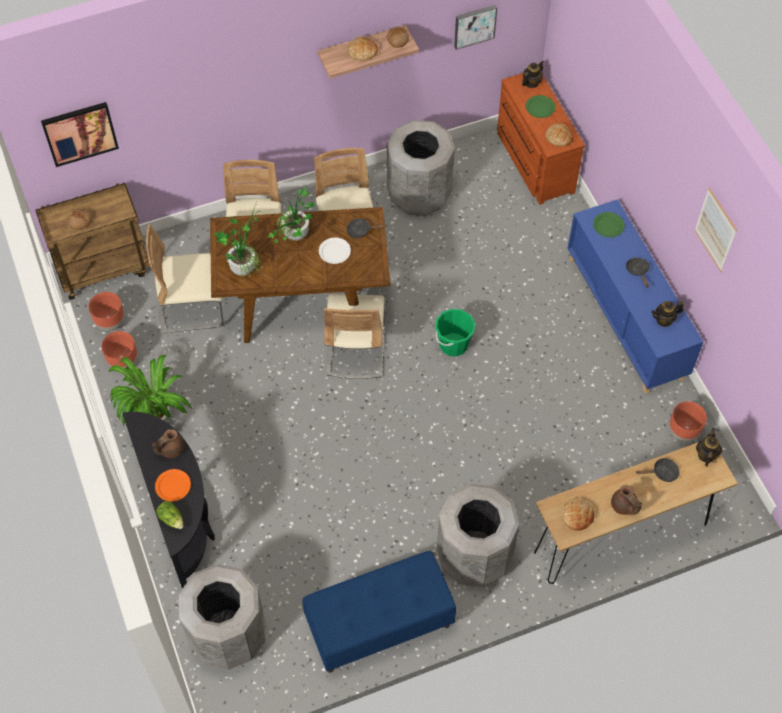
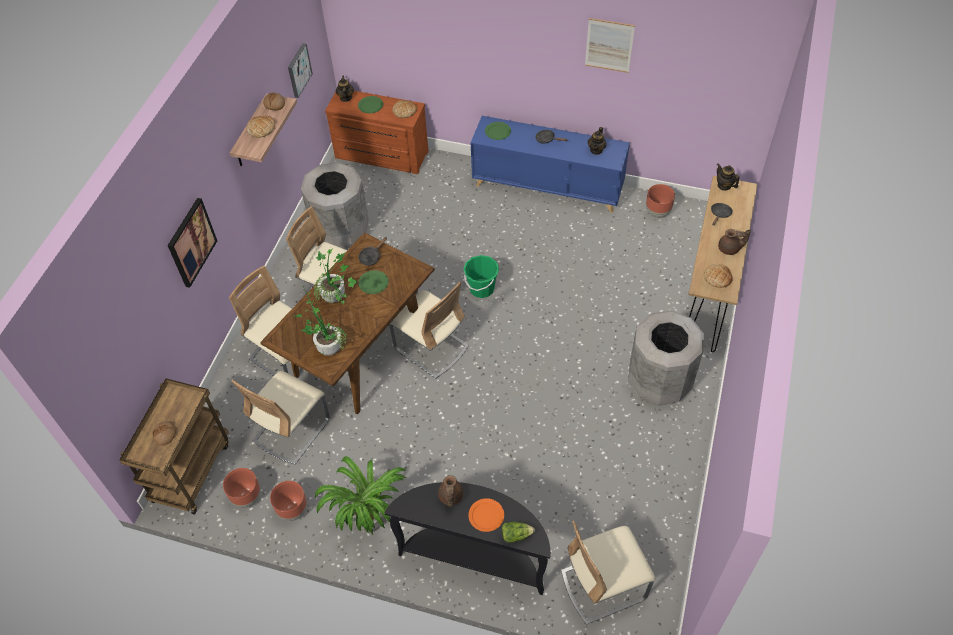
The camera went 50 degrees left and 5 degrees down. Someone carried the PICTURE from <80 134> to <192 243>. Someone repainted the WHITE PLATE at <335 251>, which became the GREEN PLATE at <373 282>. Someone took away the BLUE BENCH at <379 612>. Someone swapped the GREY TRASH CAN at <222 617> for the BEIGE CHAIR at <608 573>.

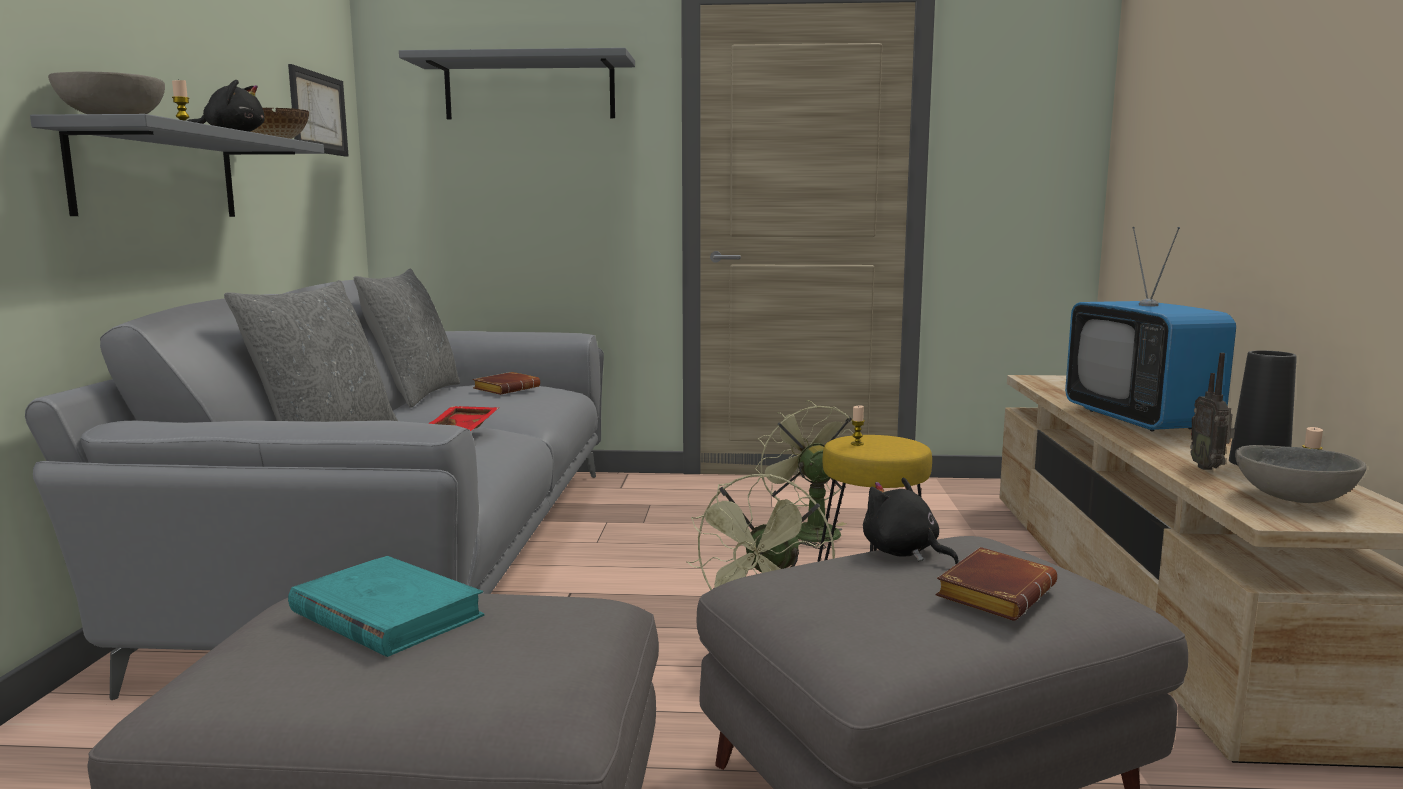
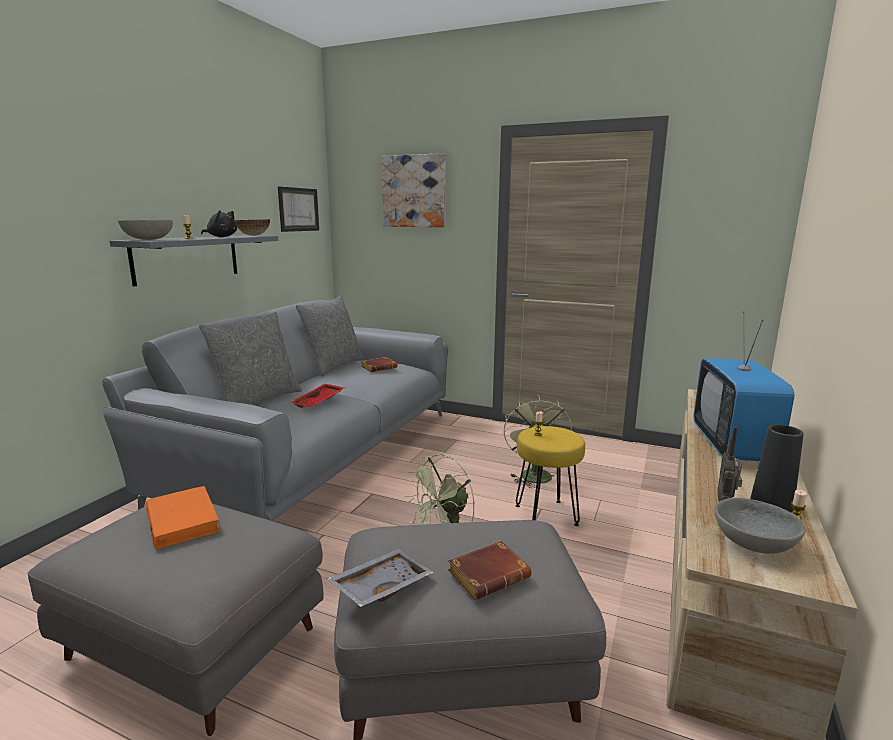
The camera went 20 degrees right and 5 degrees up. Someone swapped the GREY SHELF at <517 83> for the PICTURE at <413 190>. Someone took away the BLACK PLUSH TOY at <911 520>. Someone repainted the TURQUOISE BOOK at <386 606>, which became the ORANGE BOOK at <182 517>. Someone put down the GREY TRAY at <380 578>.

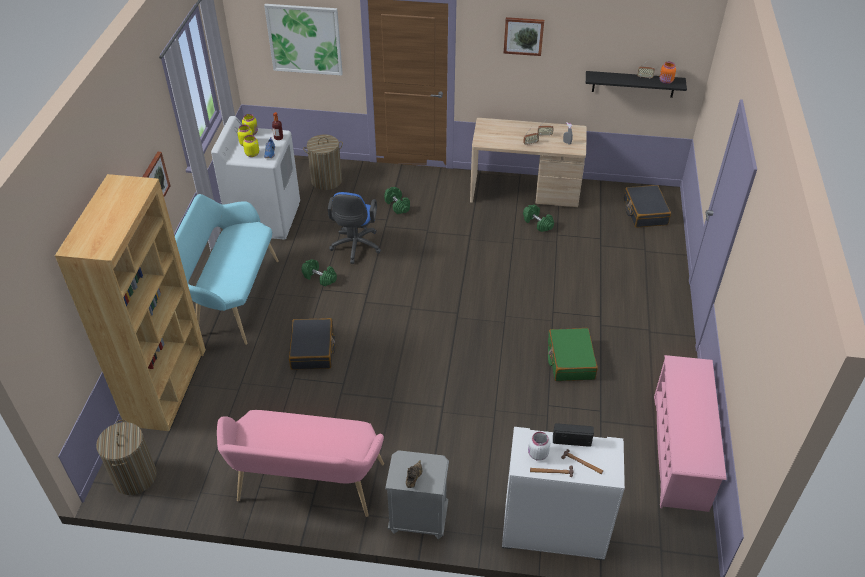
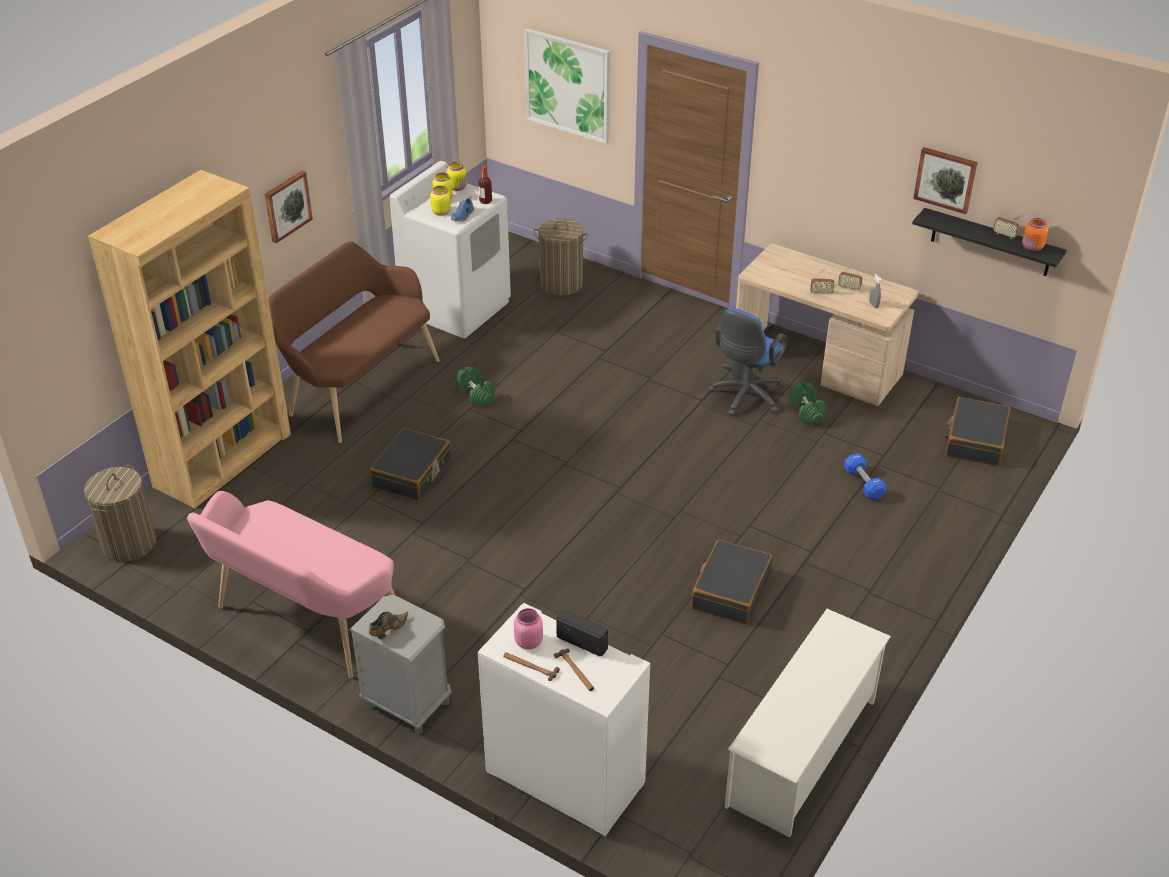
The camera went 25 degrees right and 5 degrees down. Someone carried the PICTURE from <523 36> to <945 180>. Someone took away the GREEN DUMBBELL at <397 200>. Someone carried the BLUE OFFICE CHAIR from <354 228> to <748 362>. Someone repainted the TURQUOISE BENCH at <227 269>, which became the BROWN BENCH at <354 342>. Someone repainted the GREEN SUITCASE at <573 354>, which became the BLACK SUITCASE at <732 582>. Someone repainted the PINK SHOE RACK at <690 433>, which became the WHITE SHOE RACK at <808 723>. Someone repainted the WHITE JAR at <539 446>, which became the PINK JAR at <528 628>. Someone put down the BLUE DUMBBELL at <865 476>.

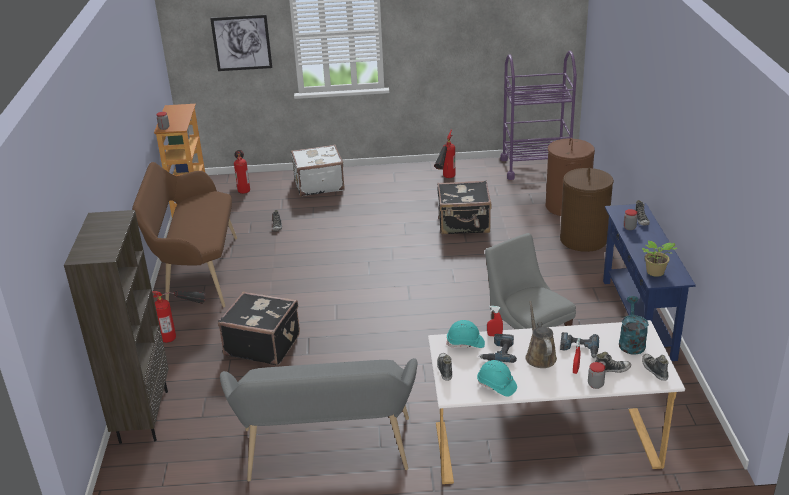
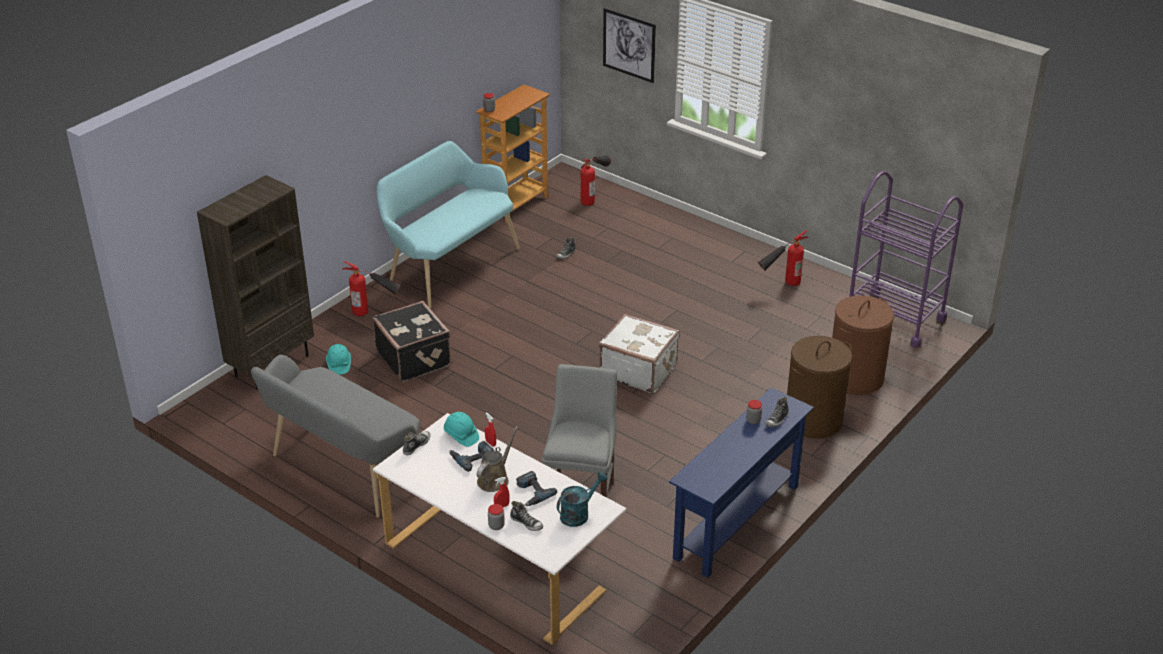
The camera went 40 degrees right and 5 degrees up. Someone carried the WHITE SUITCASE from <318 170> to <639 354>. Someone repainted the BROWN BENCH at <184 234>, which became the TURQUOISE BENCH at <448 225>. Someone took away the BLACK SUITCASE at <464 208>. Someone took away the POTTED PLANT at <660 259>. Someone took away the SHOE at <655 367>. Someone carried the TURQUOISE HARD HAT from <497 378> to <338 359>.

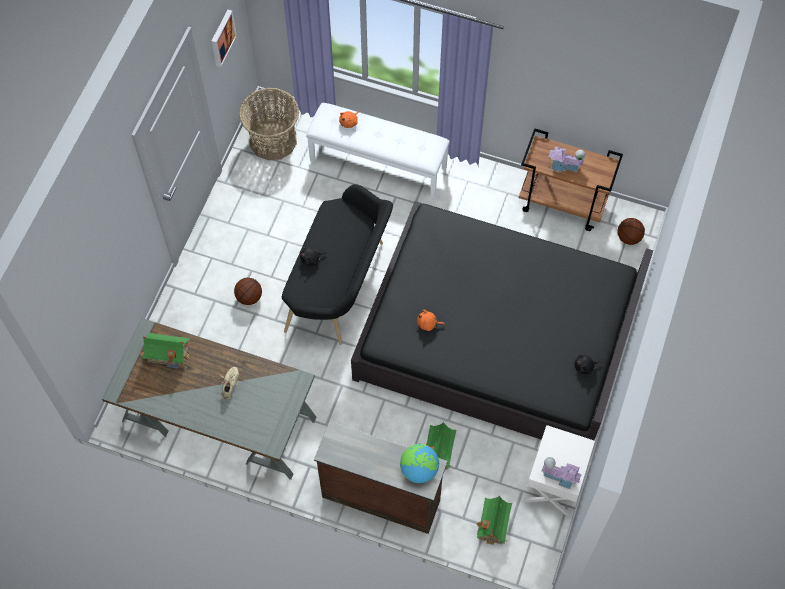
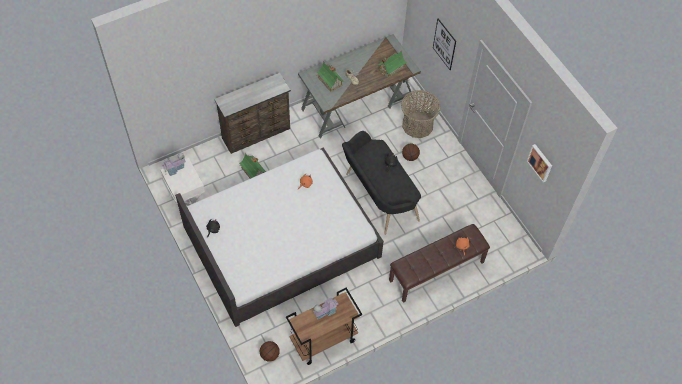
The camera went 130 degrees right and 5 degrees down. Someone carried the BASKET from <269 124> to <421 114>. Someone repainted the WHITE BENCH at <378 150>, which became the BROWN BENCH at <439 263>. Someone repainted the BLACK BED at <502 320>, which became the WHITE BED at <279 237>. Someone took away the GLOBE at <419 463>. Someone carried the TOY HOUSE from <494 520> to <330 76>. Someone put up the PICTURE at <444 44>.

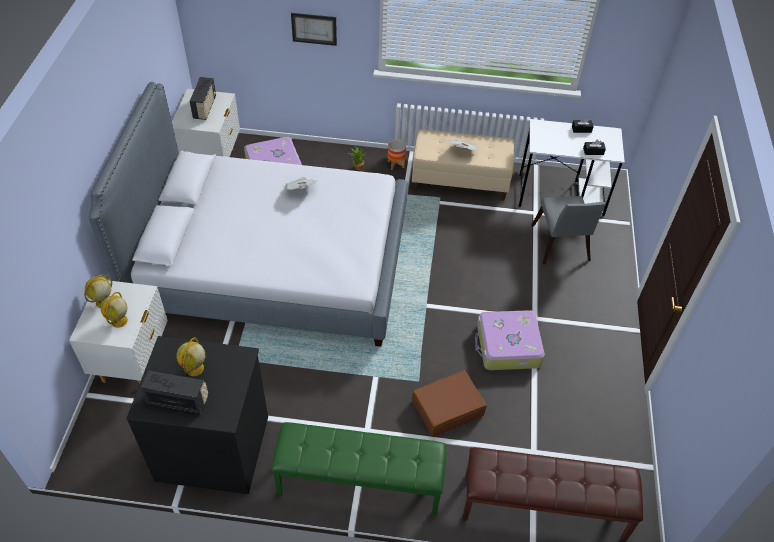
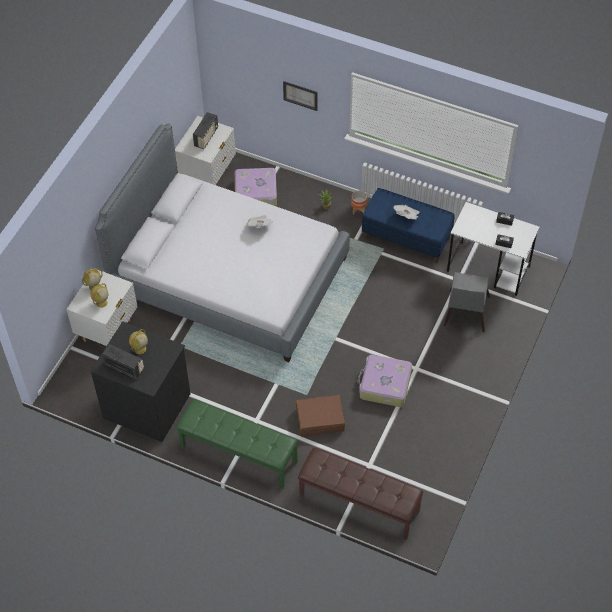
The camera went 20 degrees right and 5 degrees up. Someone repainted the BEIGE BENCH at <463 165>, which became the BLUE BENCH at <408 225>.

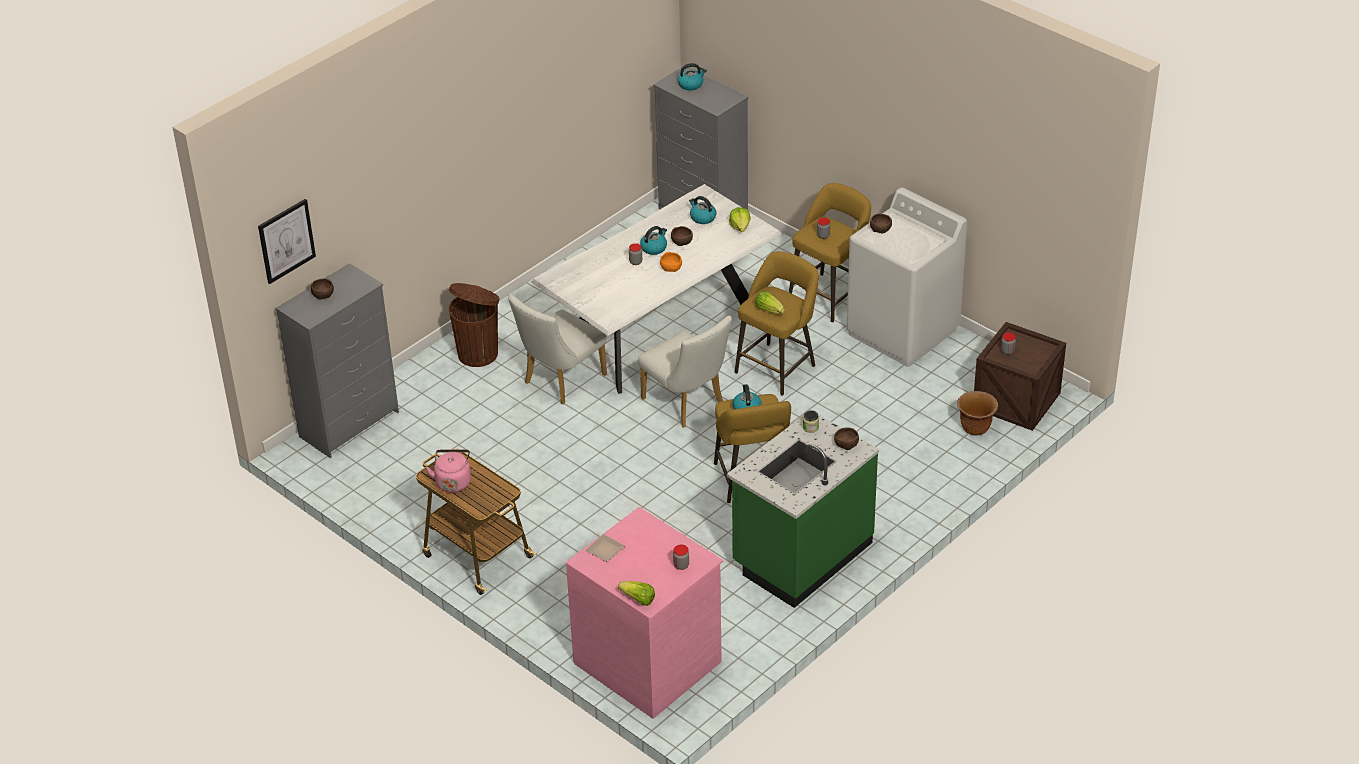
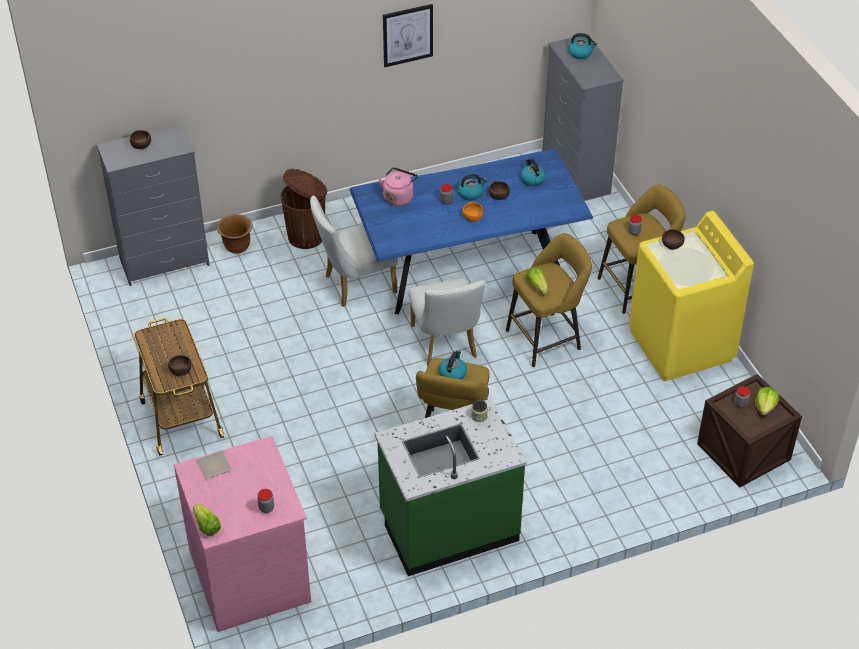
The camera went 25 degrees right and 5 degrees up. Someone repainted the WHITE DINING TABLE at <657 289>, which became the BLUE DINING TABLE at <471 232>. Someone repainted the WHITE WASHING MACHINE at <907 277>, which became the YELLOW WASHING MACHINE at <691 296>. Someone carried the PICTURE from <287 241> to <408 35>. Someone carried the LETTUCE from <739 219> to <767 401>. Someone carried the BROWN PLANTER from <977 413> to <235 234>. Someone carried the BROWN BOWL from <846 439> to <180 366>. Someone carried the PINK KETTLE from <448 471> to <398 186>.

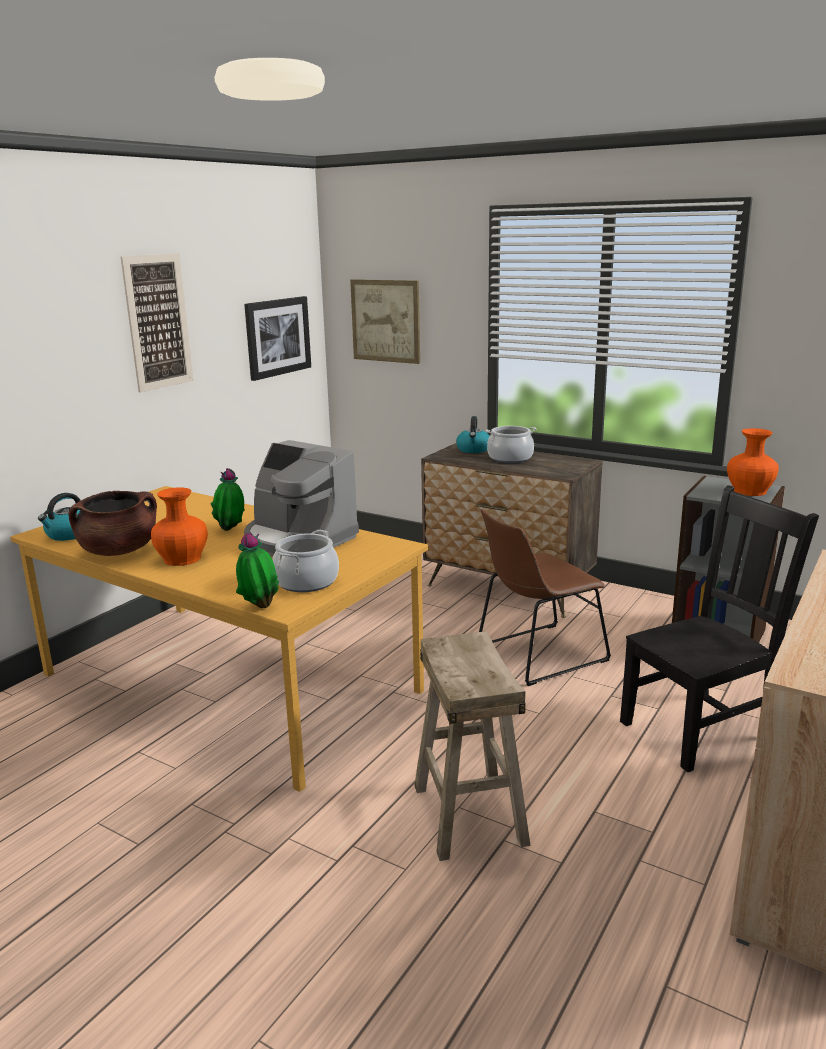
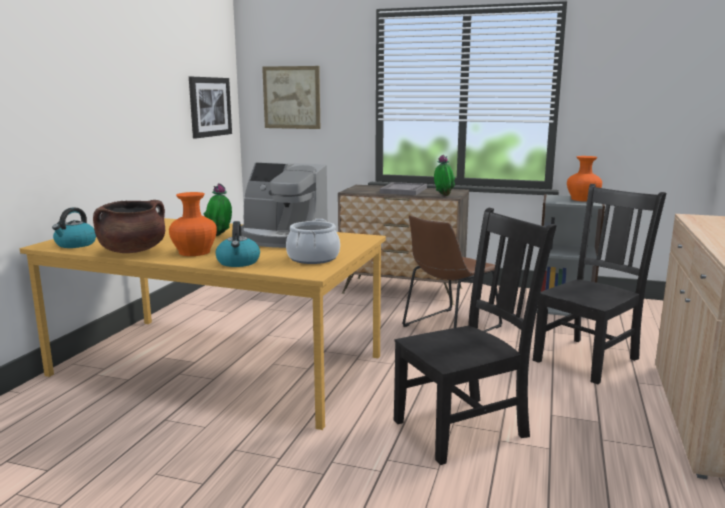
The camera went 15 degrees left and 5 degrees down. Someone took away the PICTURE at <157 322>. Someone carried the KETTLE from <473 434> to <238 244>. Someone swapped the COOKING POT at <510 444> for the GREY TRAY at <403 188>. Someone carried the POTTED PLANT from <257 570> to <444 175>. Someone swapped the BEIGE STOOL at <472 746> for the BLACK CHAIR at <475 336>.

